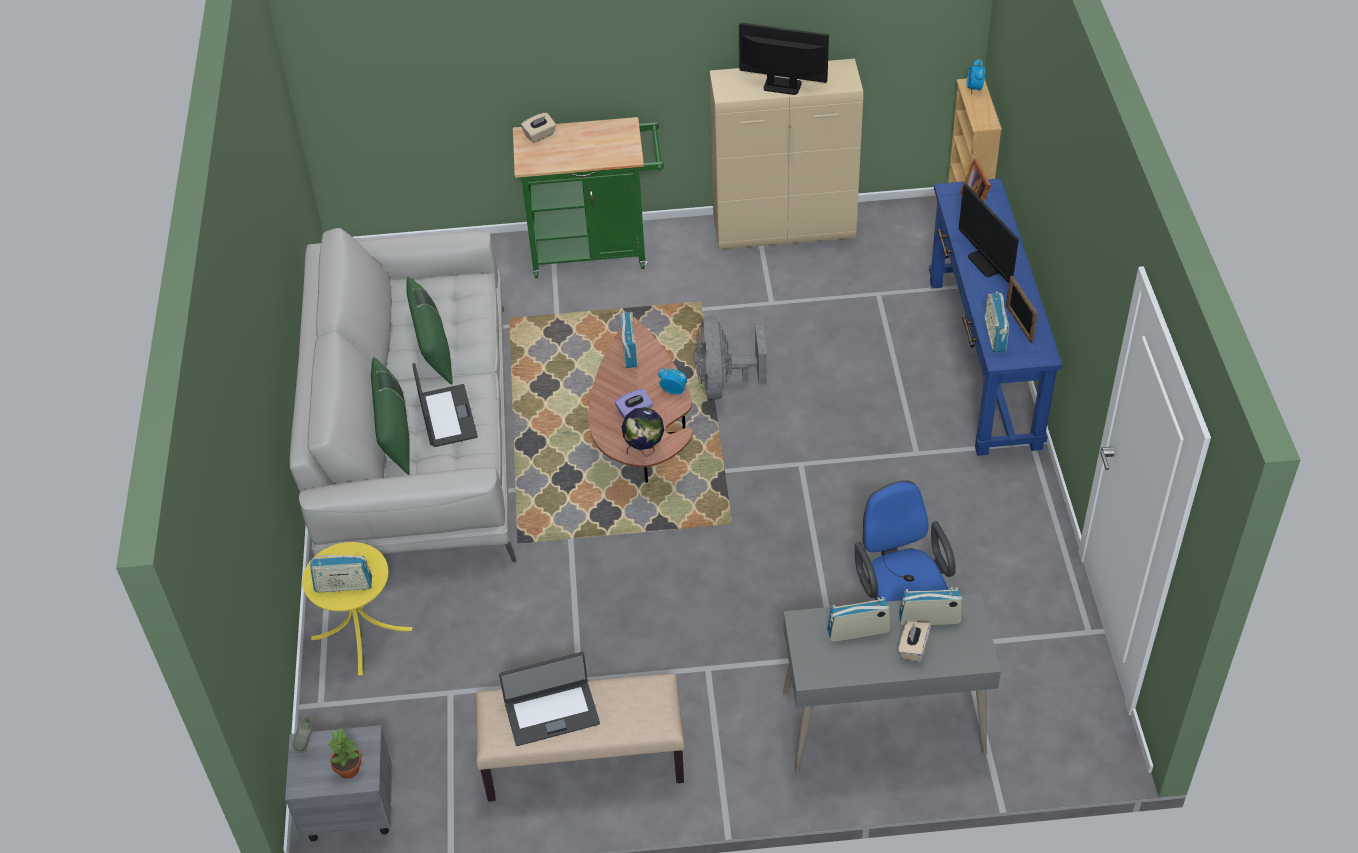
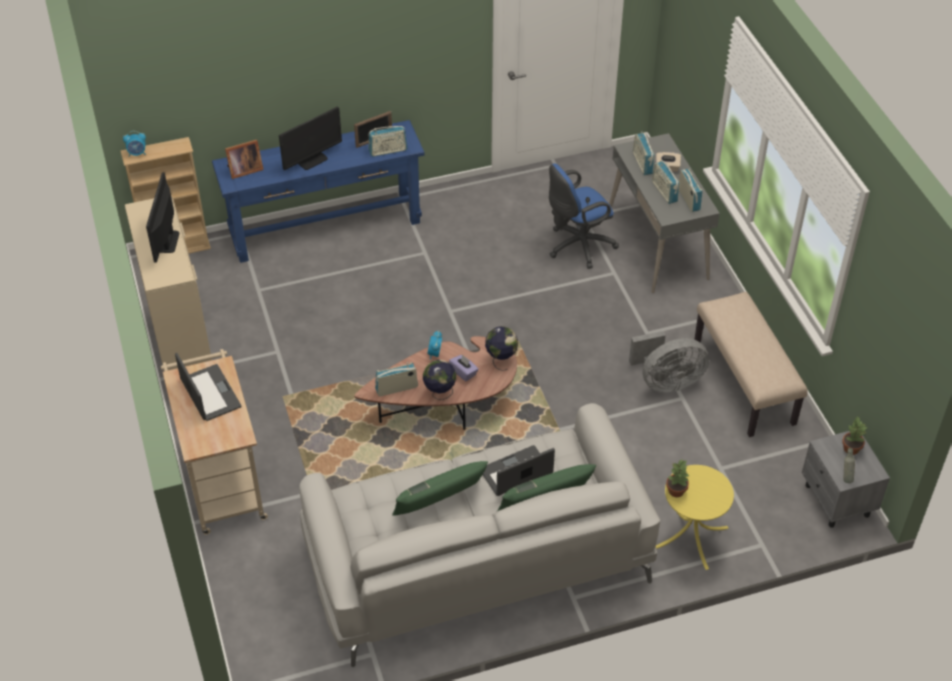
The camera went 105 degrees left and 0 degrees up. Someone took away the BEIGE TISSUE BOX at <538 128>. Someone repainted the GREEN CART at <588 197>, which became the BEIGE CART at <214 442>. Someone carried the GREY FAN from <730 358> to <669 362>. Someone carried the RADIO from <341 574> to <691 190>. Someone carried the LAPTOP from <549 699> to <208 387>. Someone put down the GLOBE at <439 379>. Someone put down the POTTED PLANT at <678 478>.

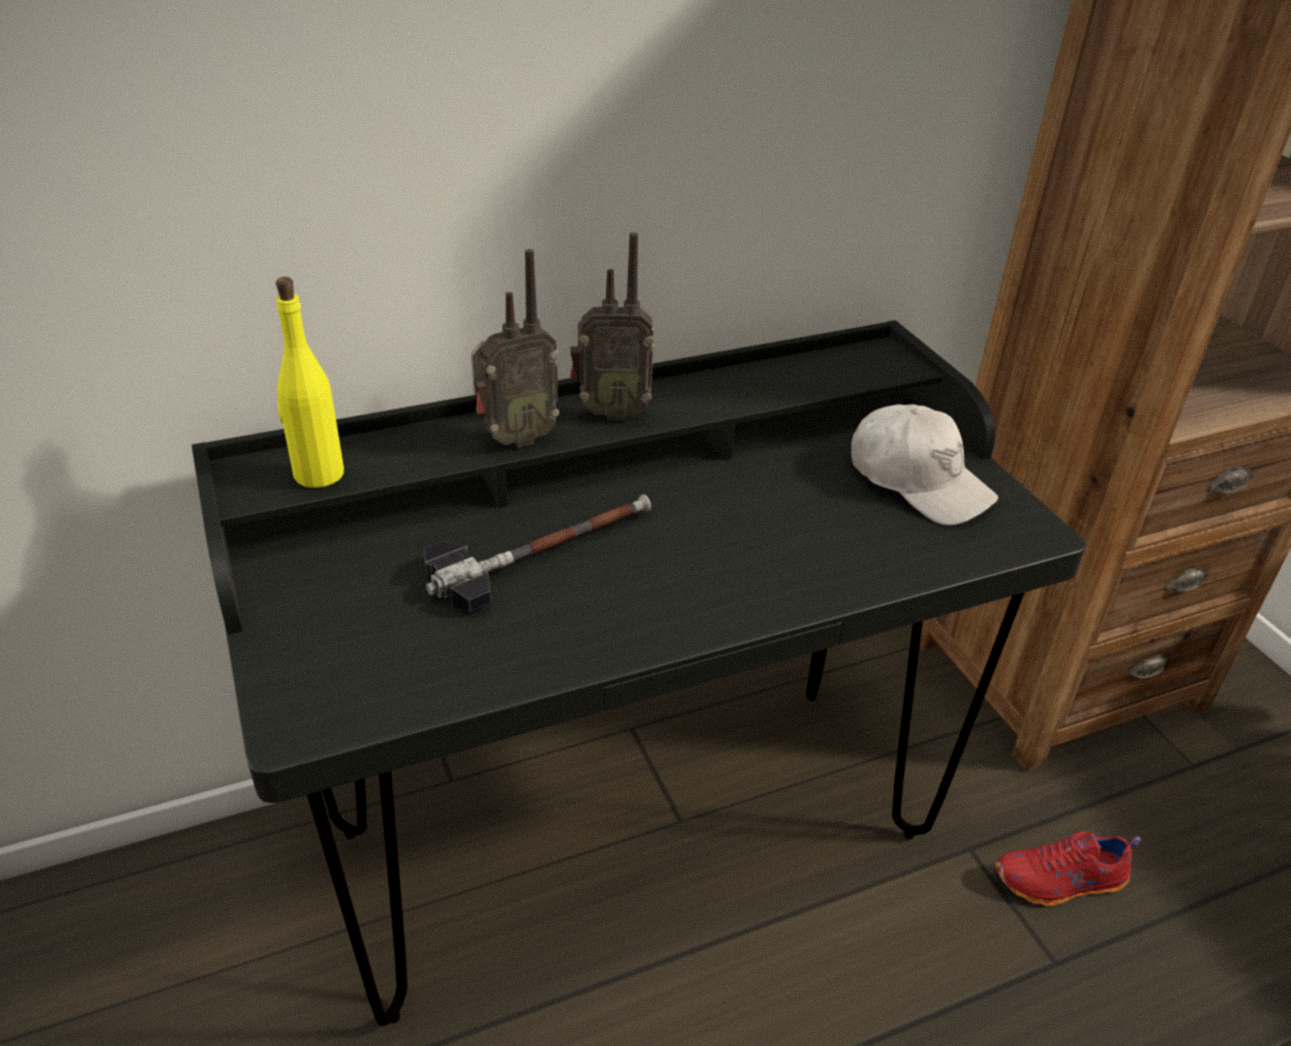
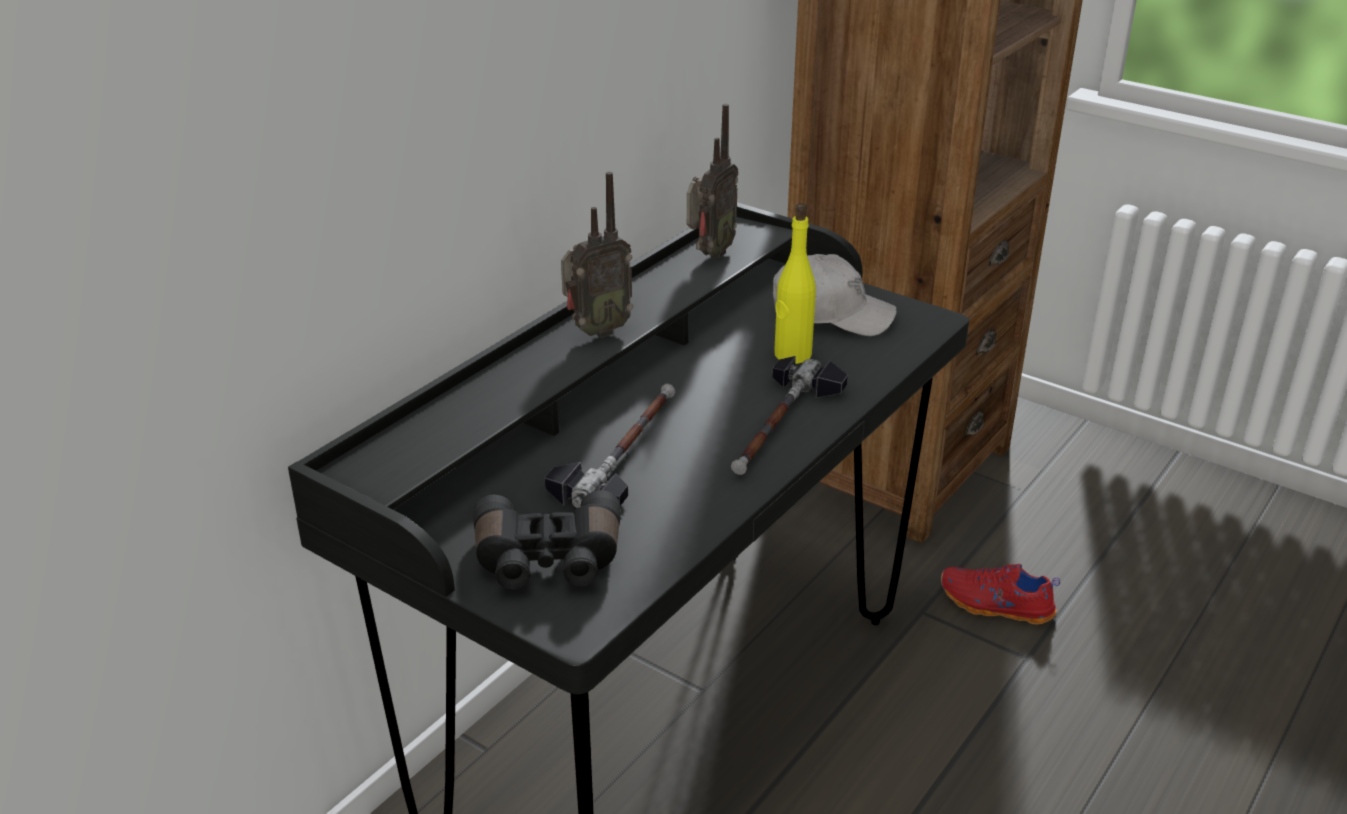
The camera went 30 degrees left and 5 degrees down. Someone carried the RADIO from <515 348> to <712 181>. Someone carried the YELLOW BOTTLE from <310 382> to <795 283>. Someone rotated the RED SHOE at <1068 868> by 60 degrees clockwise. Someone put down the HAMMER at <789 415>. Someone put down the BLACK BINOCULARS at <547 539>.

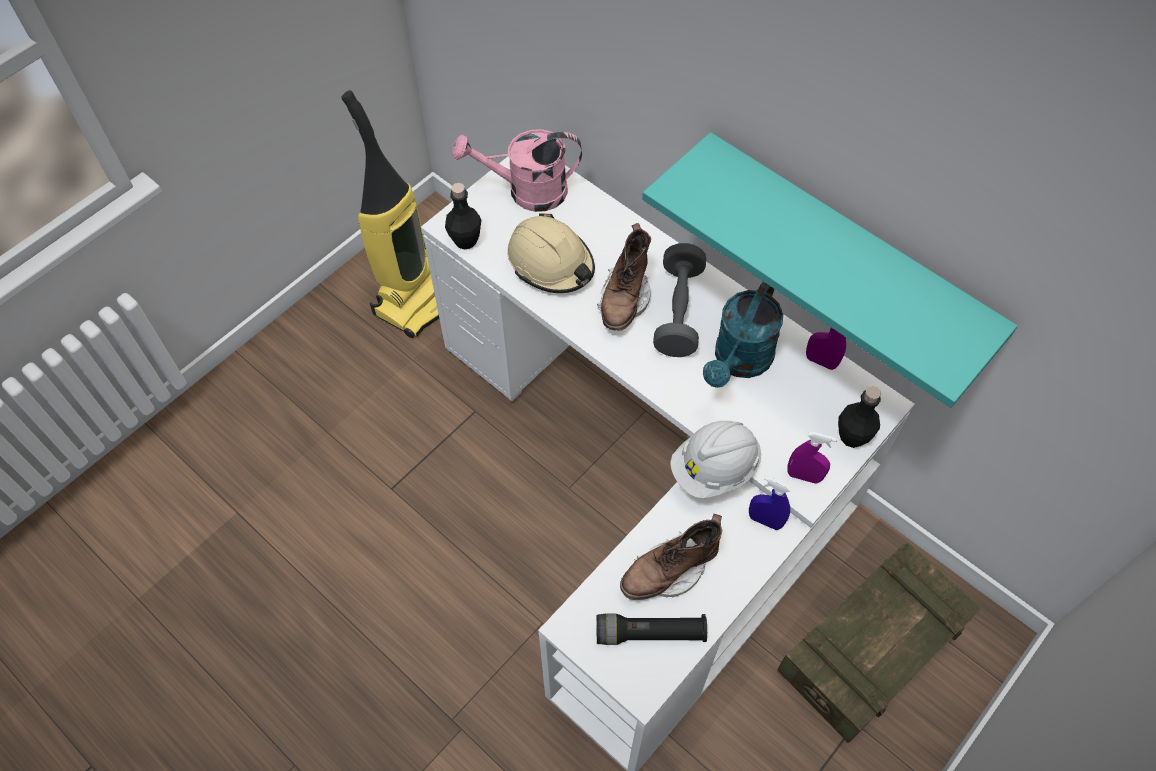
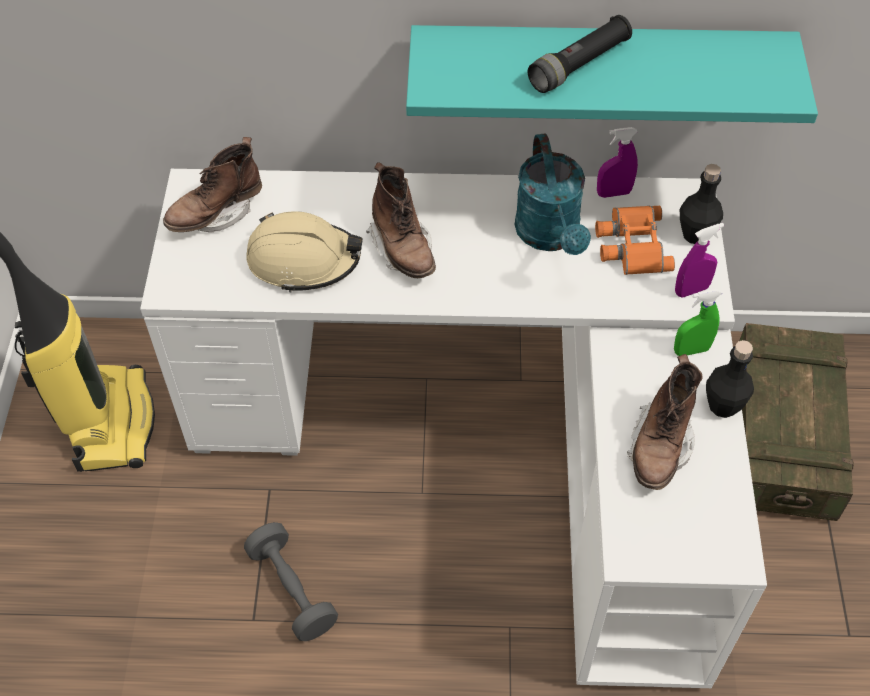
The camera went 40 degrees left and 5 degrees down. Someone swapped the PINK WATERING CAN at <517 170> for the BROWN BOOT at <212 184>. Someone carried the BLACK BOTTLE from <463 216> to <730 379>. Someone carried the GREY DUMBBELL from <679 300> to <291 581>. Someone took away the WHITE HARD HAT at <715 460>. Someone repainted the BLUE SPRAY BOTTLE at <770 503>, which became the GREEN SPRAY BOTTLE at <698 322>. Someone carried the BLACK FLASHLIGHT from <652 629> to <580 54>. Someone put down the ORANGE BINOCULARS at <635 240>.

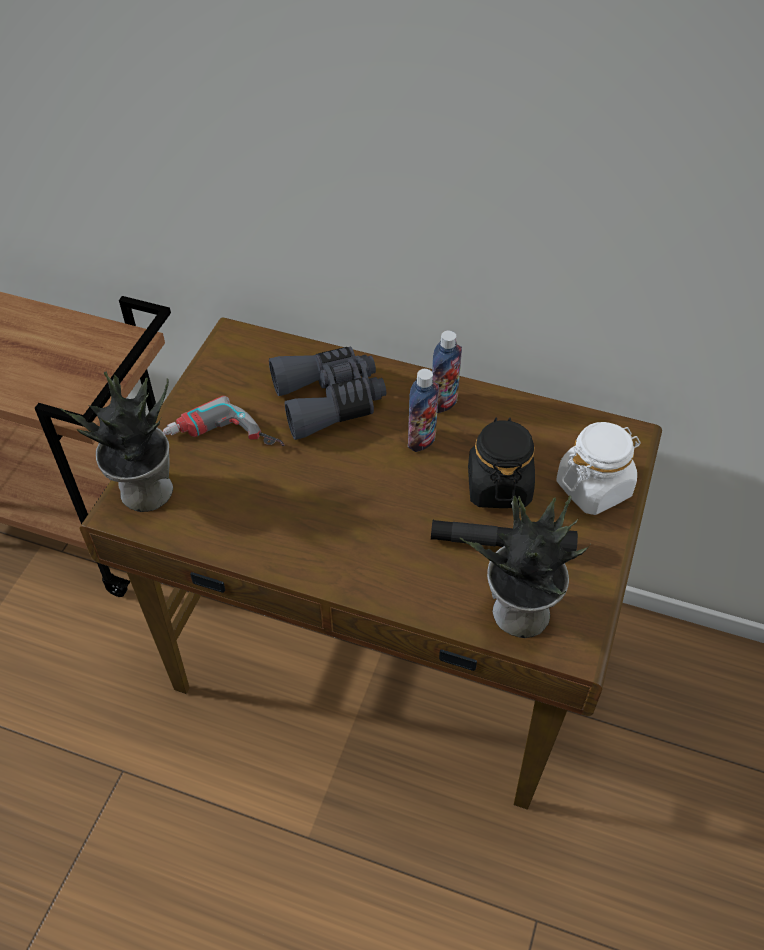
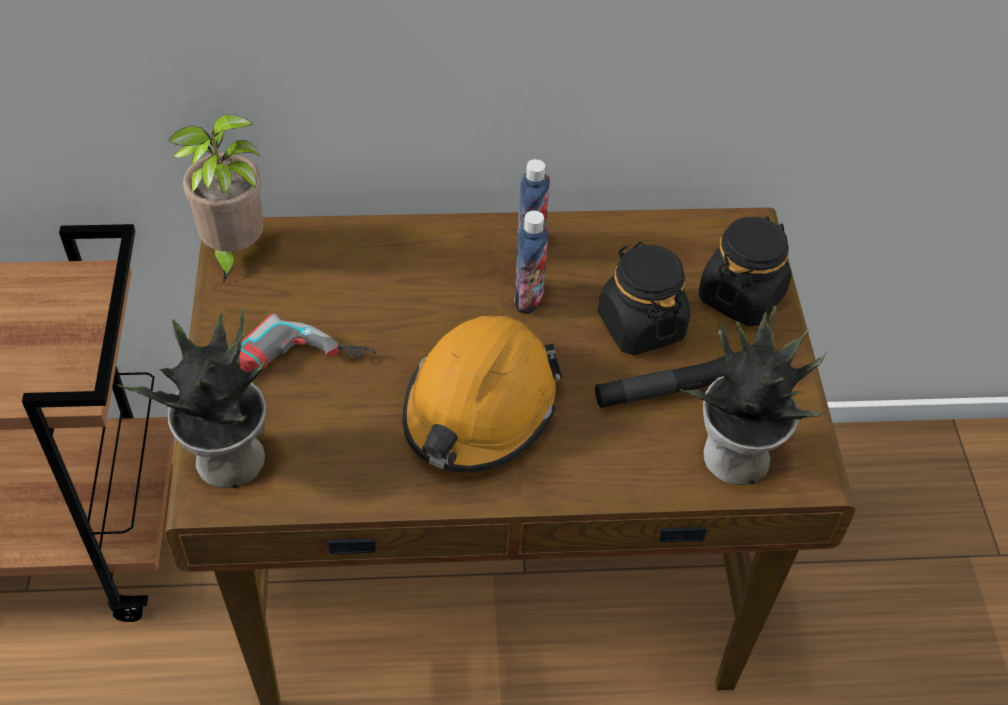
The camera went 25 degrees left and 0 degrees up. Someone took away the GREY BINOCULARS at <327 393>. Someone repainted the WHITE JAR at <598 468>, which became the BLACK JAR at <745 271>. Someone put down the POTTED PLANT at <216 199>. Someone put down the ORANGE HARD HAT at <482 394>.

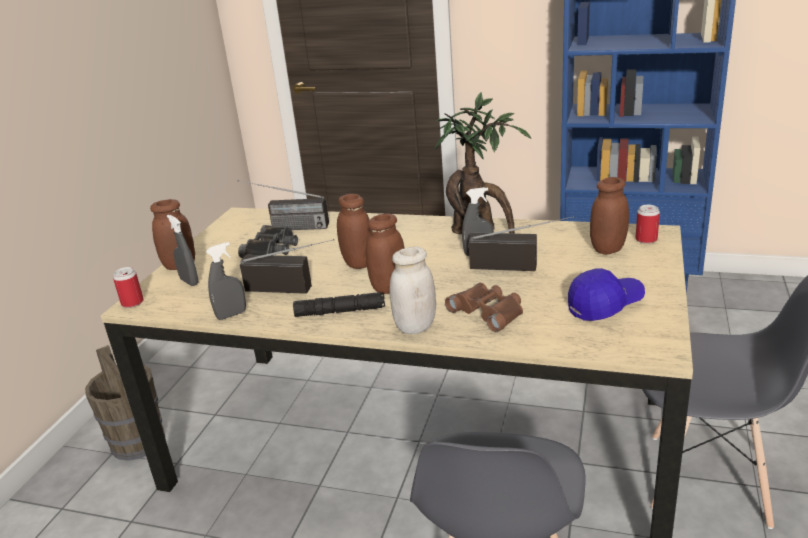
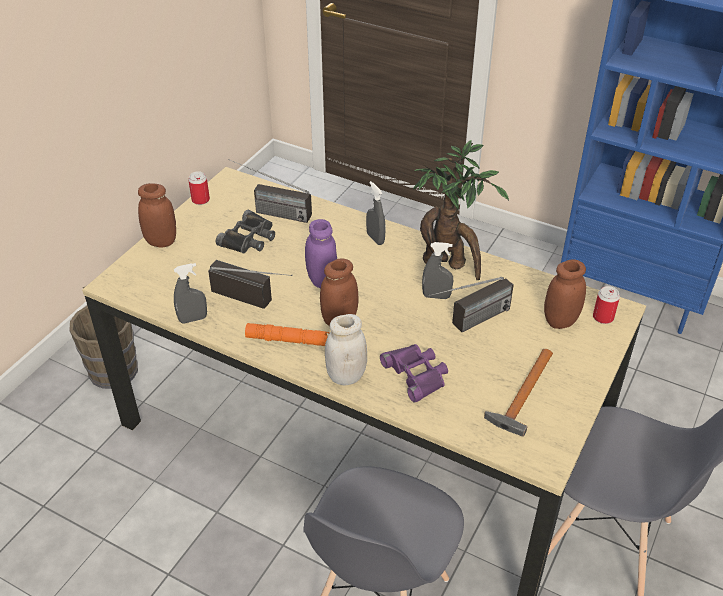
The camera went 10 degrees right and 15 degrees up. Someone repainted the BROWN JAR at <354 231>, which became the PURPLE JAR at <321 253>. Someone carried the GREY SPRAY BOTTLE from <182 250> to <375 213>. Someone rotated the RADIO at <521 243> by 120 degrees clockwise. Someone carried the CAN from <128 287> to <199 188>. Someone swapped the BLUE CAP at <606 295> for the HAMMER at <518 393>. Someone repainted the BROWN BINOCULARS at <484 307>, which became the PURPLE BINOCULARS at <414 373>. Someone repainted the BLACK FLASHLIGHT at <339 304>, which became the ORANGE FLASHLIGHT at <287 334>.

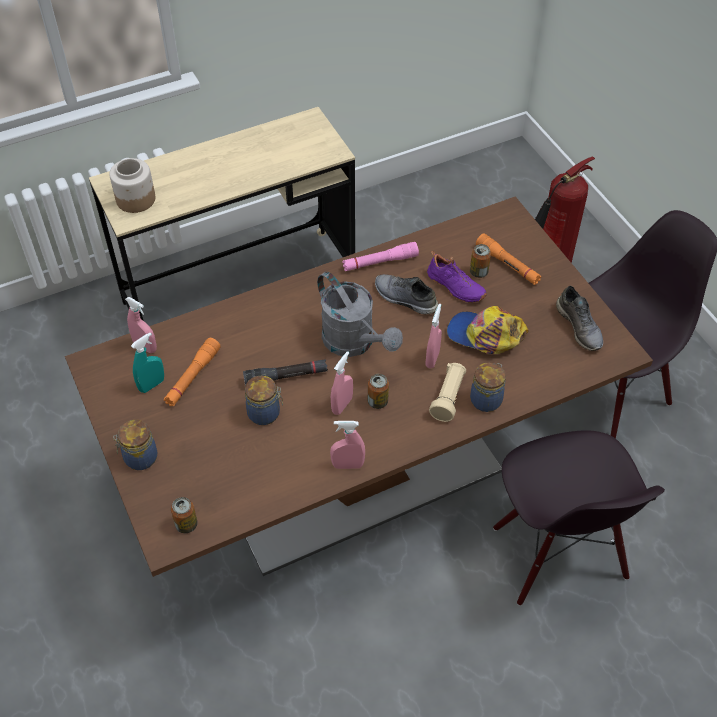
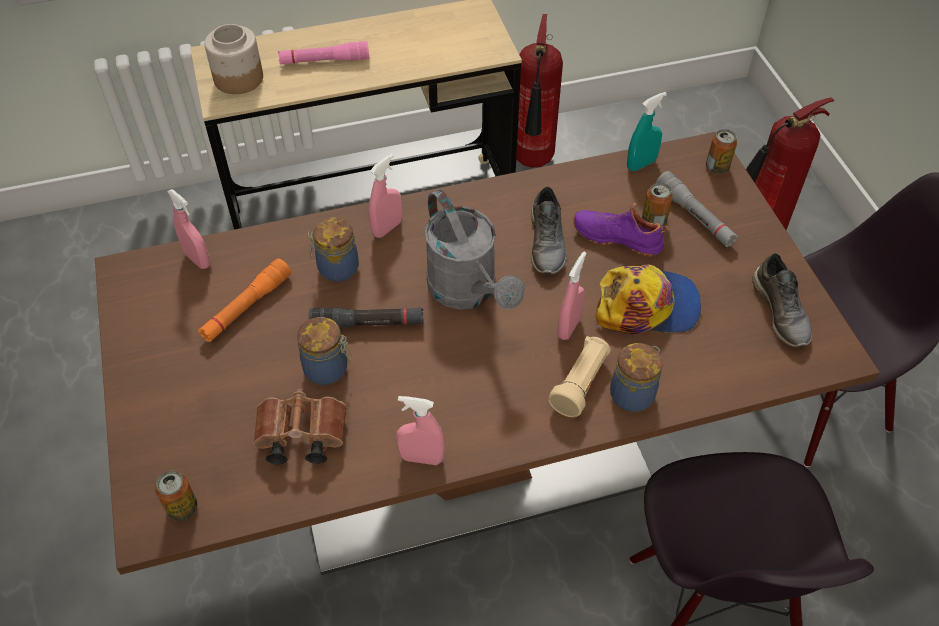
The camera went 10 degrees right and 0 degrees up. Someone repainted the ORANGE FLASHLIGHT at <508 259>, which became the GREY FLASHLIGHT at <697 209>. Someone carried the PINK FLASHLIGHT from <380 256> to <324 52>. Someone rotated the PURPLE SHOE at <457 277> by 150 degrees clockwise. Someone rotated the GREY SHOE at <406 294> by 135 degrees counterclockwise. Someone rotated the CAP at <487 330> by 150 degrees clockwise. Someone carried the TURQUOISE SPRAY BOTTLE from <147 363> to <647 131>. Someone carried the PINK SPRAY BOTTLE from <342 383> to <385 196>. Someone carried the CAN from <378 391> to <721 151>. Someone carried the JAR from <135 445> to <333 249>. Someone put down the FIRE EXTINGUISHER at <539 91>. Someone put down the BROWN BINOCULARS at <300 426>.

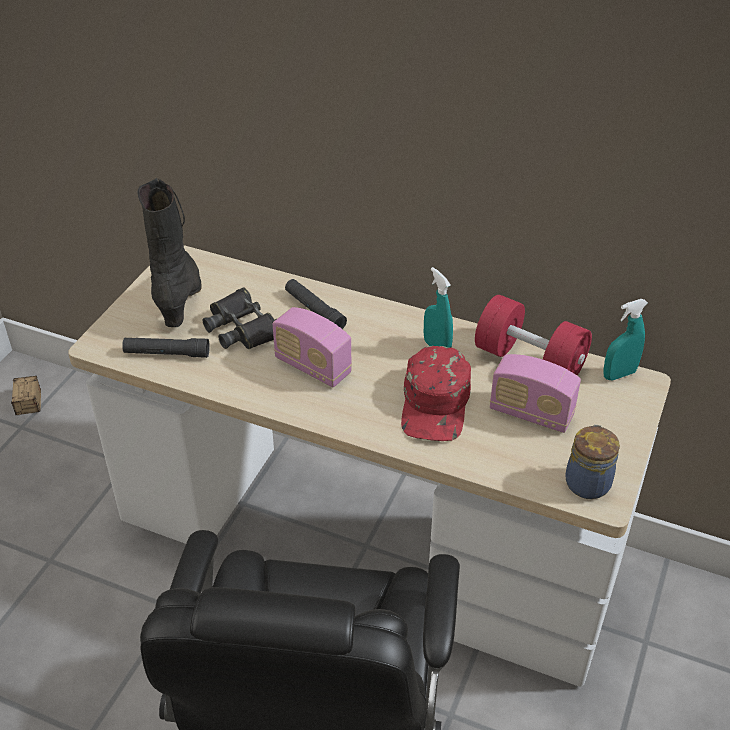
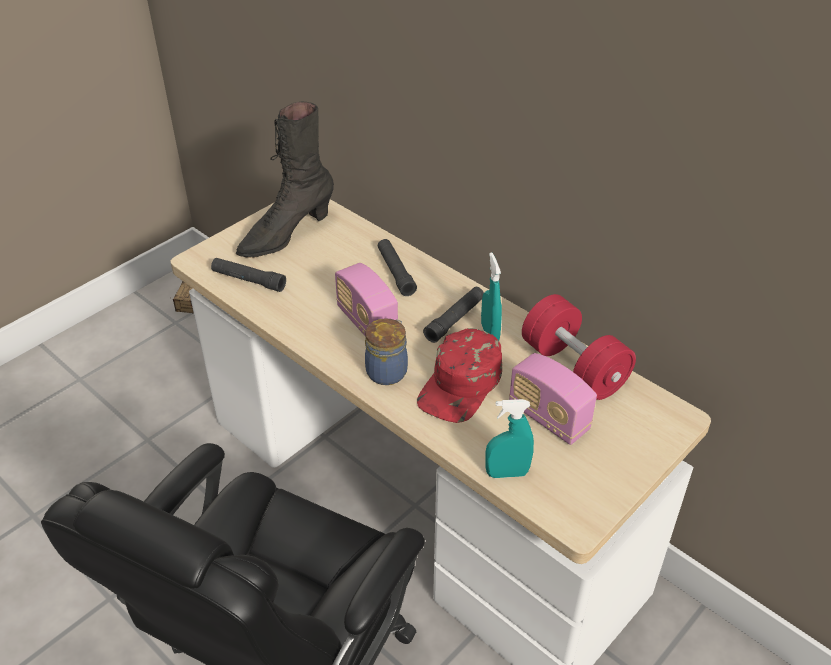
The camera went 20 degrees right and 0 degrees up. Someone rotated the BLACK BOOT at <169 252> by 150 degrees counterclockwise. Someone took away the BLACK BINOCULARS at <239 318>. Someone carried the TURQUOISE SPRAY BOTTLE from <626 339> to <509 438>. Someone carried the JAR from <592 462> to <386 351>. Someone put down the BLACK FLASHLIGHT at <453 315>.

